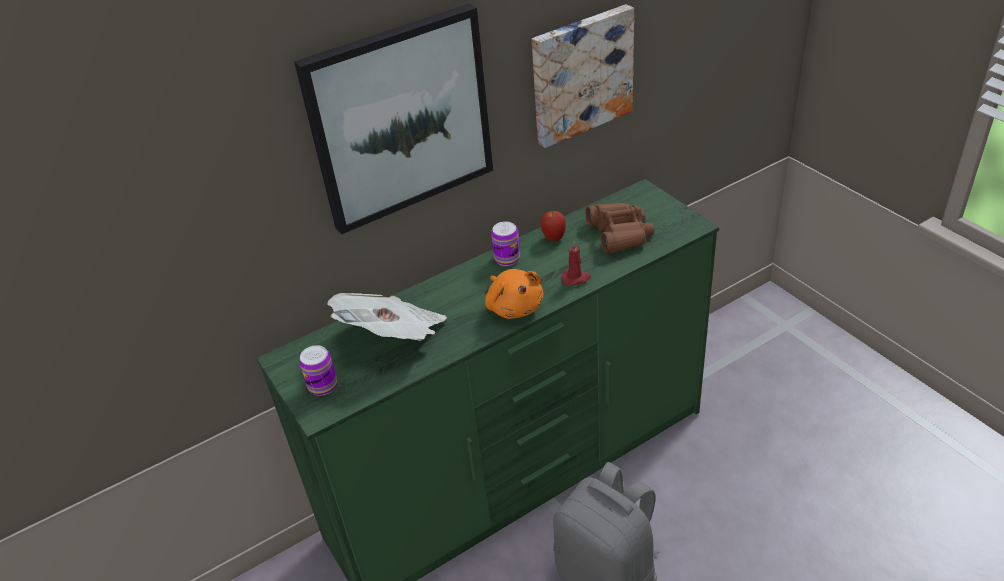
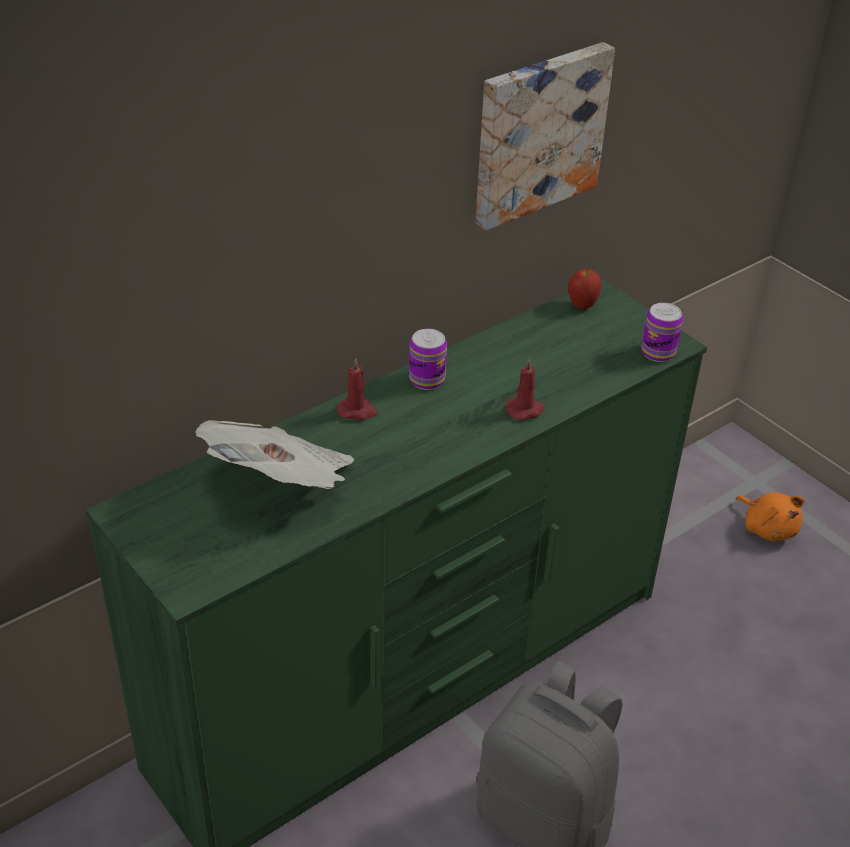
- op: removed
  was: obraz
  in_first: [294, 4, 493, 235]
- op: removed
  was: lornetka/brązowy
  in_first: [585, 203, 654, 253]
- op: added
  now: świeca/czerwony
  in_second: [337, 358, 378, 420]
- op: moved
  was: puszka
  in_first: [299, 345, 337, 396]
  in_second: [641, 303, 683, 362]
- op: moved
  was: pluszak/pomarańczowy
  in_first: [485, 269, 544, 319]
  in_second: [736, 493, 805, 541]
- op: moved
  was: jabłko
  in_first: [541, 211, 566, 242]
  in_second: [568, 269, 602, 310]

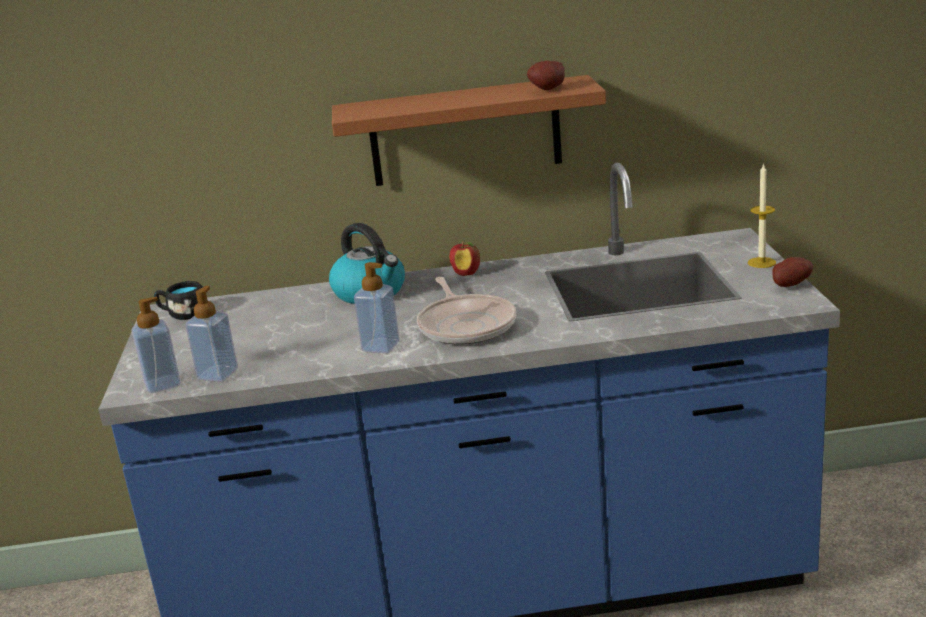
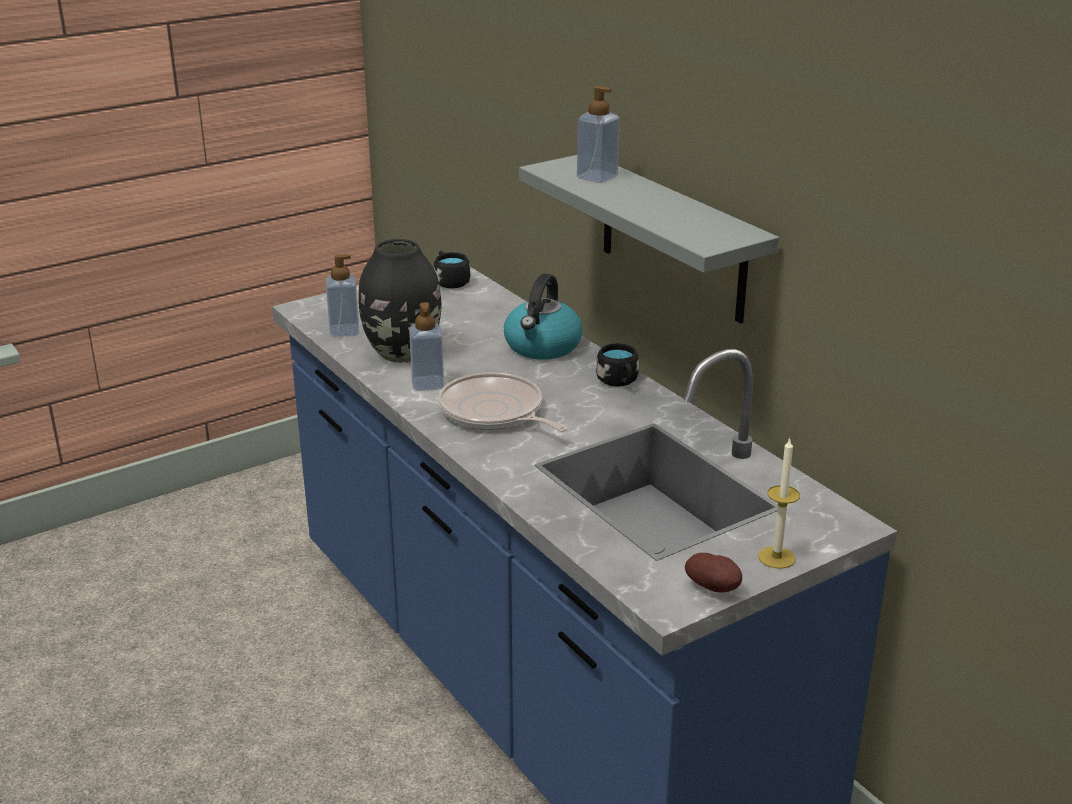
- op: removed
  was: ziemniak
  in_first: [527, 61, 565, 90]
- op: added
  now: wazon/czarny
  in_second: [358, 239, 441, 363]
- op: moved
  was: dozownik mydła
  in_first: [131, 297, 181, 393]
  in_second: [577, 86, 620, 183]
- op: replaced
  was: jabłko
  now: kubek/czarny
  in_first: [449, 241, 480, 276]
  in_second: [596, 343, 639, 387]
- op: recoloured
  was: półka/brązowy
  now: półka/szary
  in_first: [332, 75, 606, 186]
  in_second: [519, 155, 779, 323]
- op: turned
  was: patelnia
  in_first: [417, 277, 516, 344]
  in_second: [438, 372, 567, 432]
  clockwise: 90

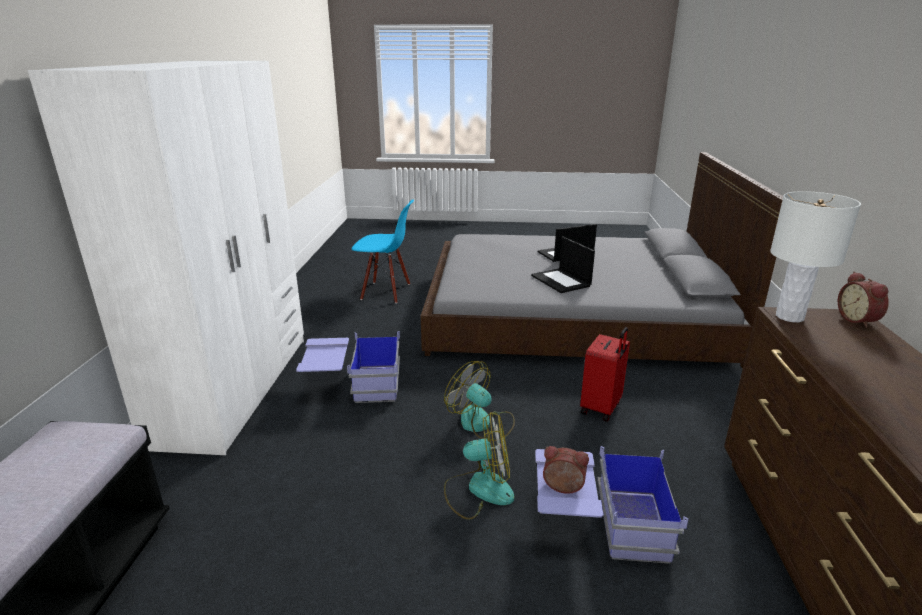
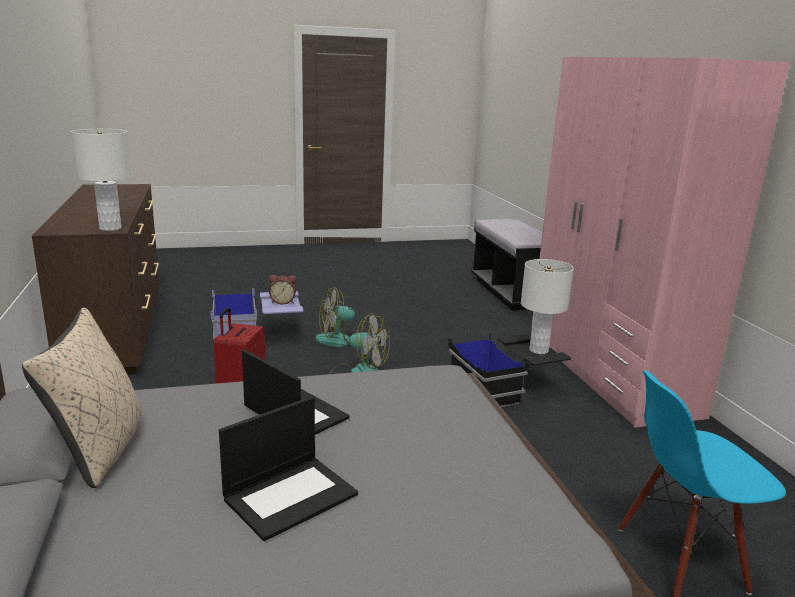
- op: removed
  was: budzik
  in_first: [838, 272, 889, 328]
- op: added
  now: poduszka/beżowy
  in_second: [22, 308, 141, 488]
- op: added
  now: lampa stołowa/biały
  in_second: [521, 259, 574, 354]
- op: recoloured
  was: szafa/biały
  now: szafa/różowy
  in_first: [27, 61, 304, 455]
  in_second: [531, 57, 790, 428]
- op: recoloured
  was: pojemnik do przechowywania/niebieski
  now: pojemnik do przechowywania/czarny
  in_first: [296, 331, 400, 403]
  in_second: [448, 333, 571, 407]

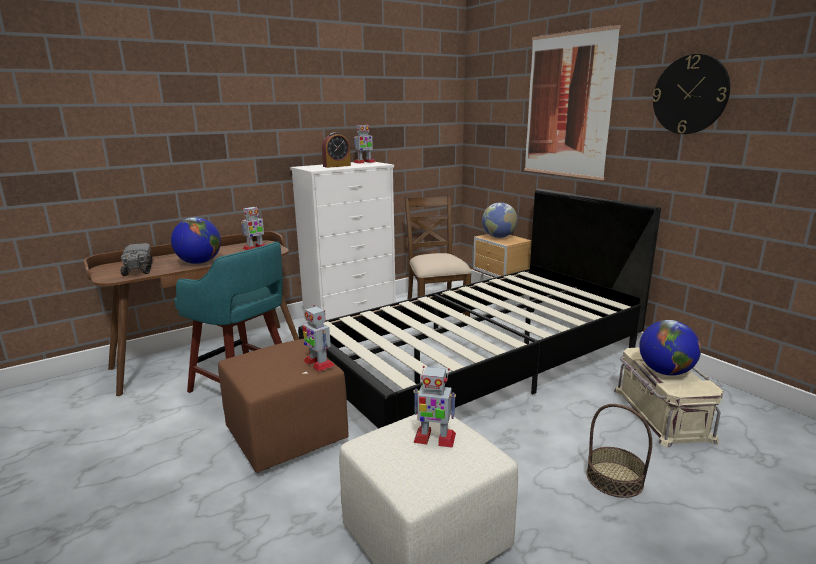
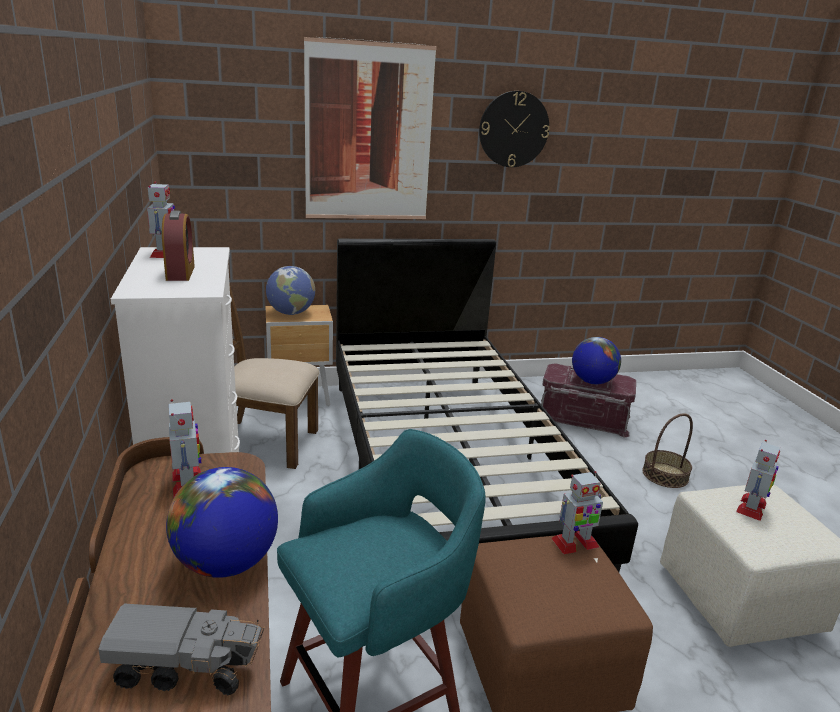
- op: recoloured
  was: pojemnik do przechowywania/beżowy
  now: pojemnik do przechowywania/czerwony
  in_first: [614, 347, 723, 447]
  in_second: [541, 363, 636, 438]

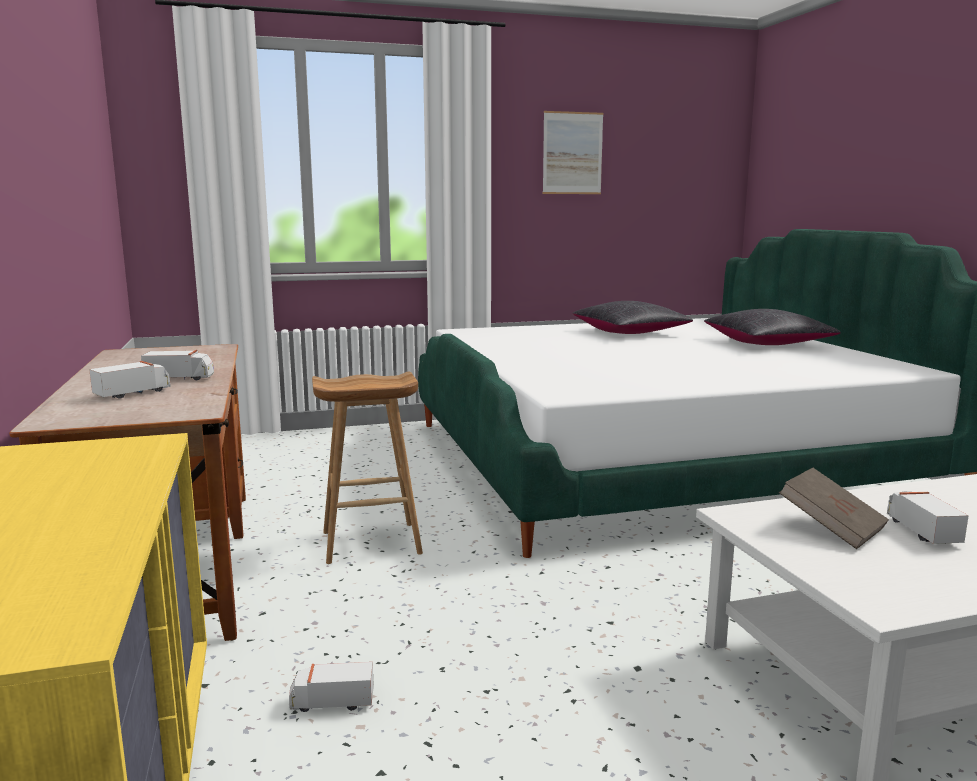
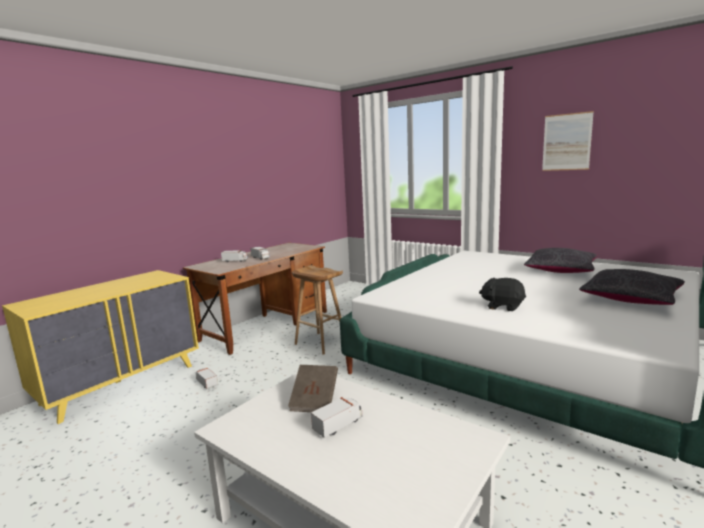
- op: added
  now: pluszak/czarny
  in_second: [479, 278, 526, 311]

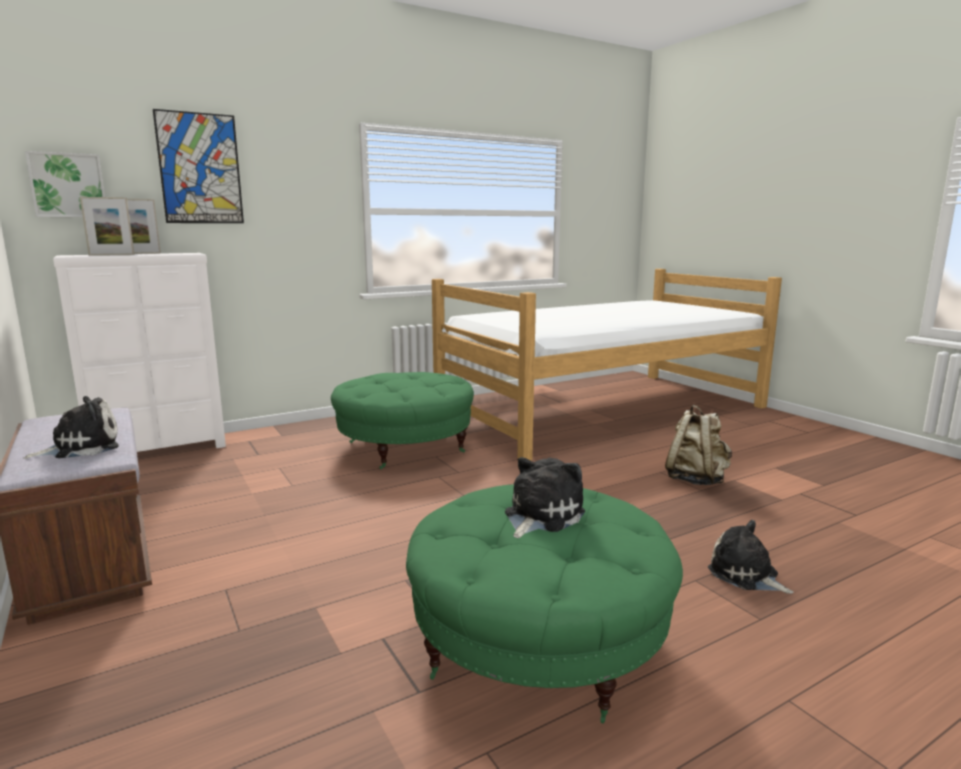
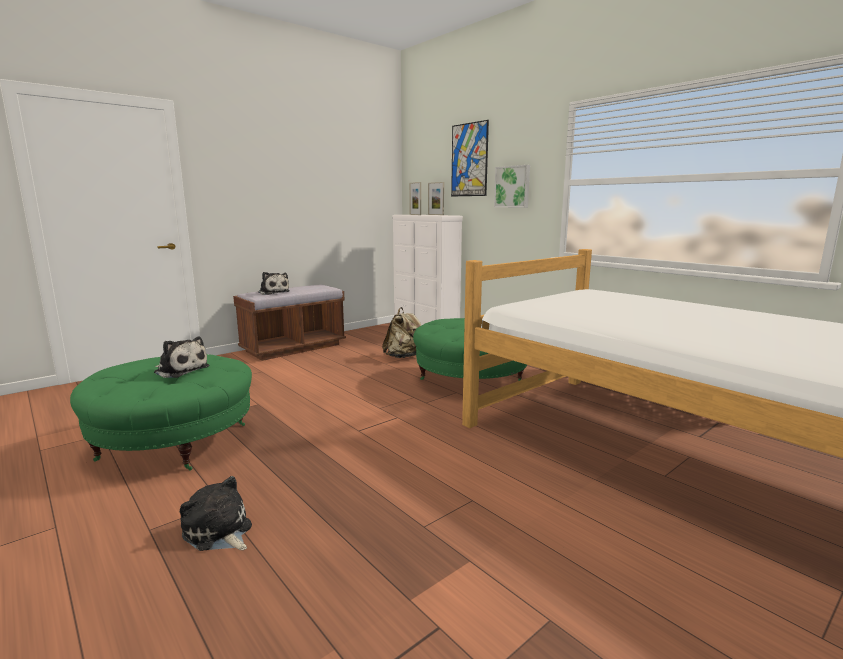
- op: moved
  was: obraz
  in_first: [25, 151, 105, 217]
  in_second: [494, 165, 530, 208]
- op: moved
  was: plecak/beżowy
  in_first: [665, 405, 732, 485]
  in_second: [382, 307, 421, 358]
- op: turned
  was: pluszak
  in_first: [708, 520, 793, 594]
  in_second: [180, 476, 252, 551]
  clockwise: -90

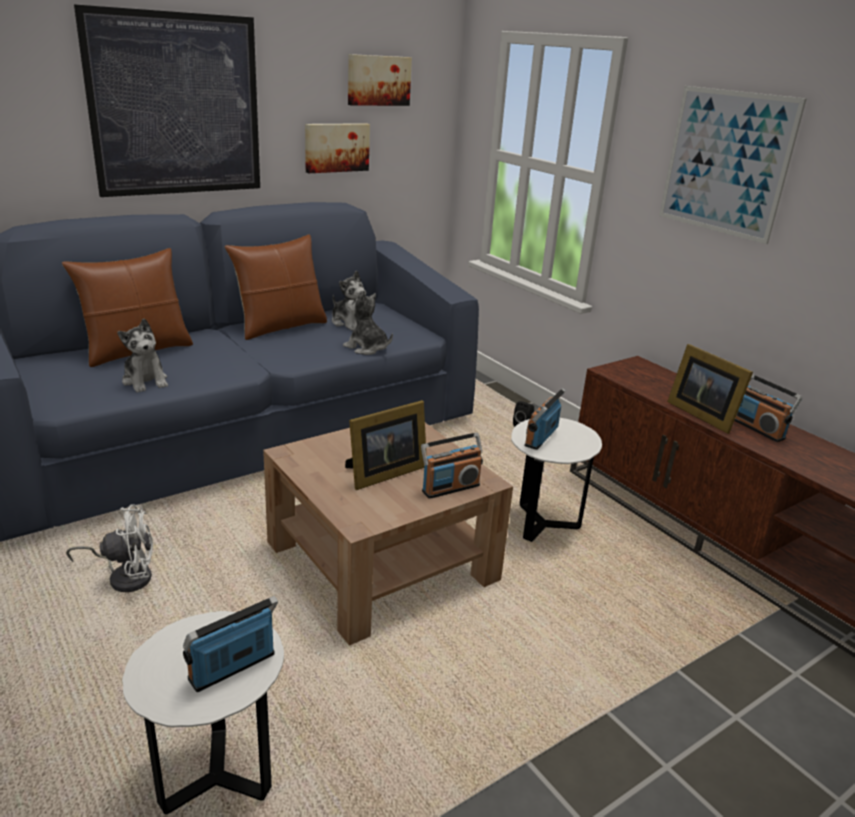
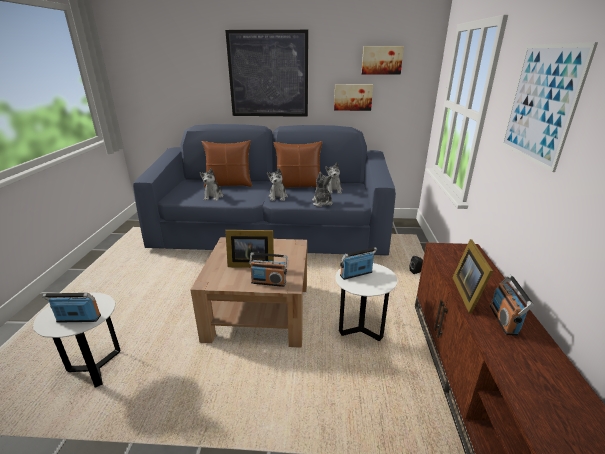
- op: removed
  was: wentylator/biały
  in_first: [66, 504, 153, 592]
- op: added
  now: pluszak
  in_second: [267, 168, 288, 201]

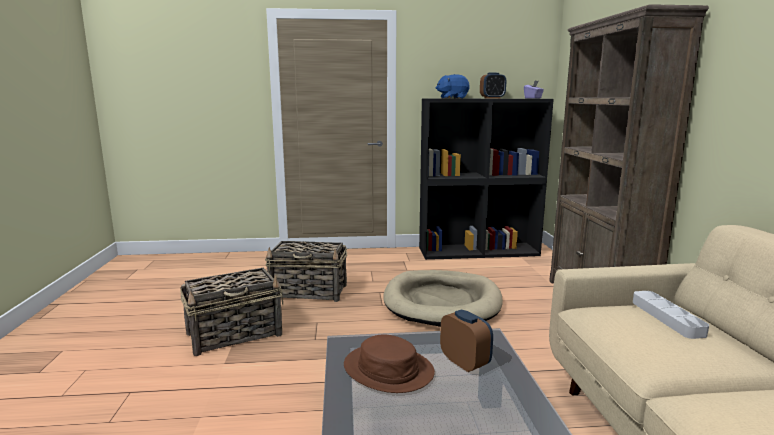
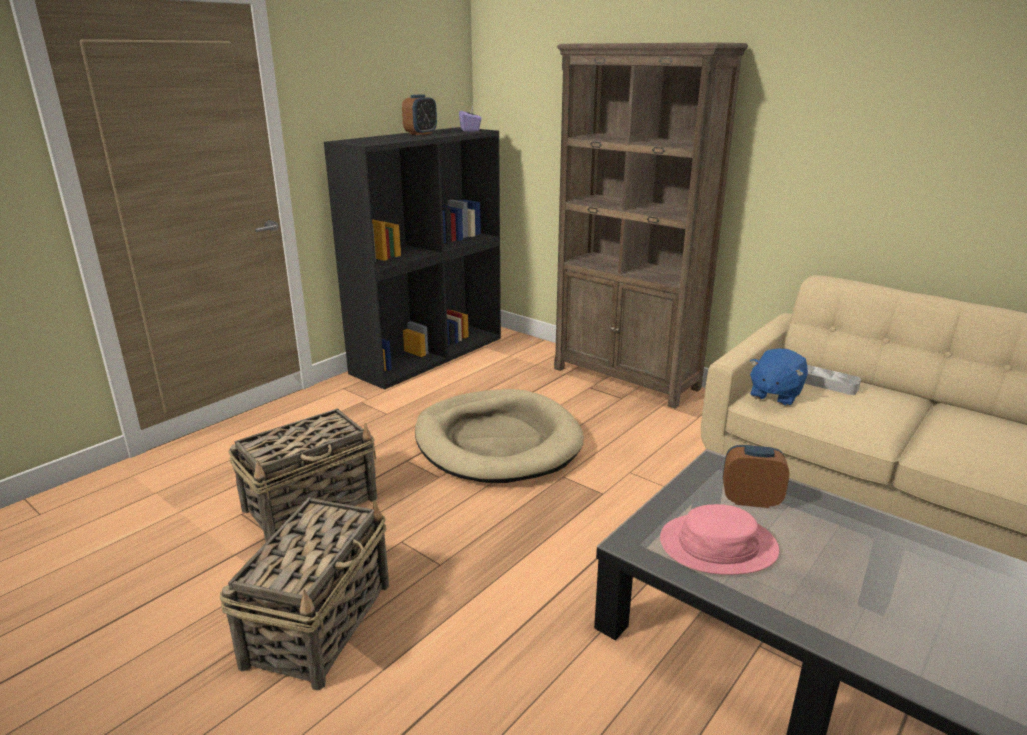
- op: moved
  was: pluszak/niebieski
  in_first: [436, 74, 470, 99]
  in_second: [749, 348, 808, 406]
- op: recoloured
  was: kapelusz/brązowy
  now: kapelusz/różowy
  in_first: [344, 335, 435, 393]
  in_second: [660, 504, 779, 575]

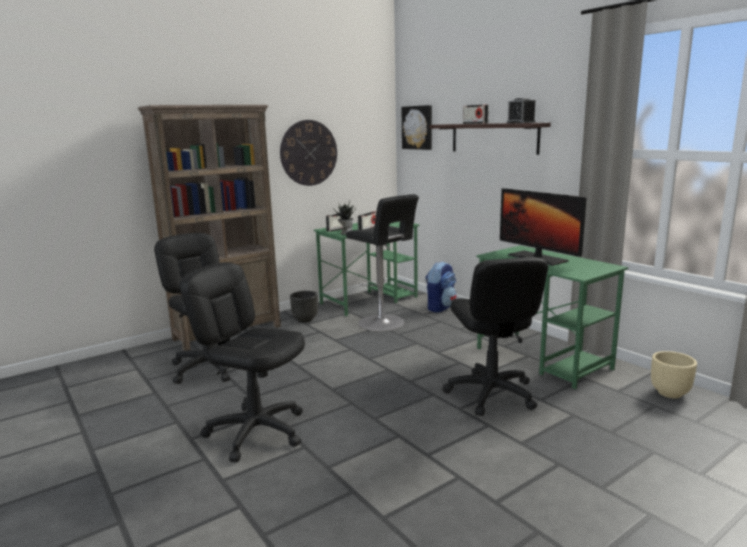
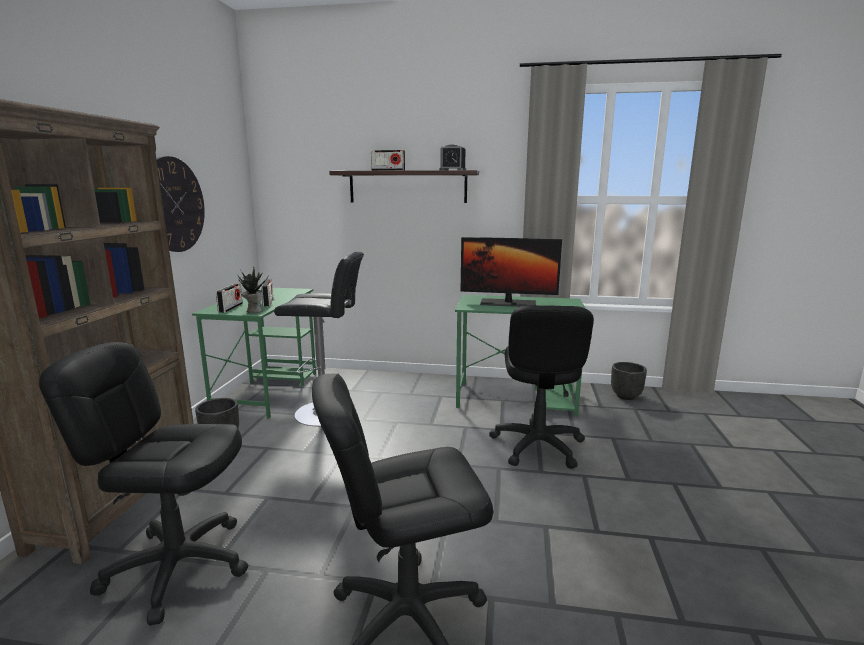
- op: removed
  was: obraz
  in_first: [402, 105, 432, 150]
- op: removed
  was: plecak
  in_first: [425, 261, 457, 313]
- op: recoloured
  was: donica/beżowy
  now: donica/czarny
  in_first: [651, 351, 697, 398]
  in_second: [611, 362, 647, 400]
- op: turned
  was: krzesło biurowe/czarny
  in_first: [442, 257, 548, 416]
  in_second: [489, 305, 594, 469]
  clockwise: 60

